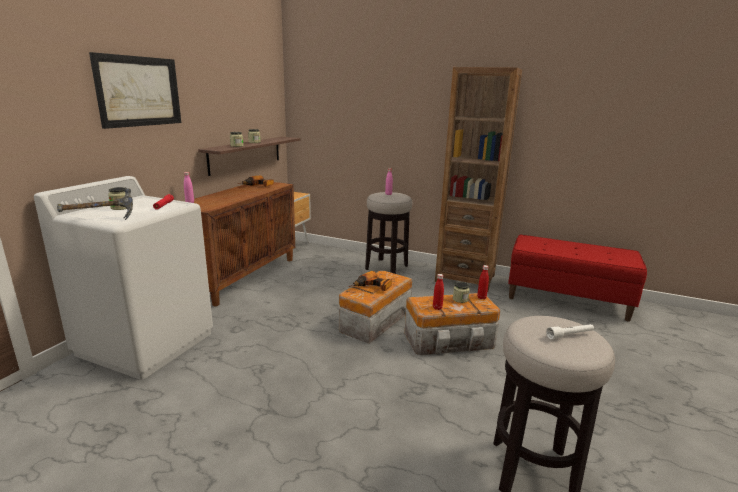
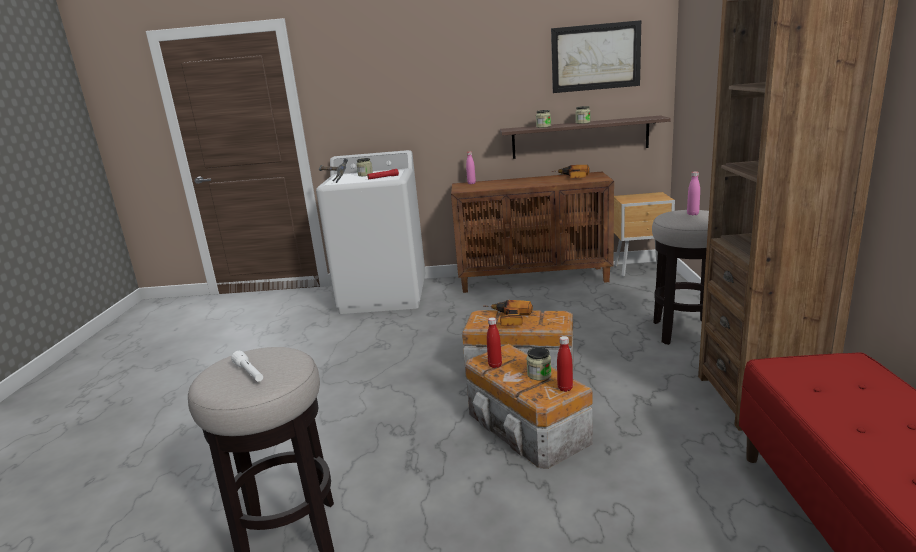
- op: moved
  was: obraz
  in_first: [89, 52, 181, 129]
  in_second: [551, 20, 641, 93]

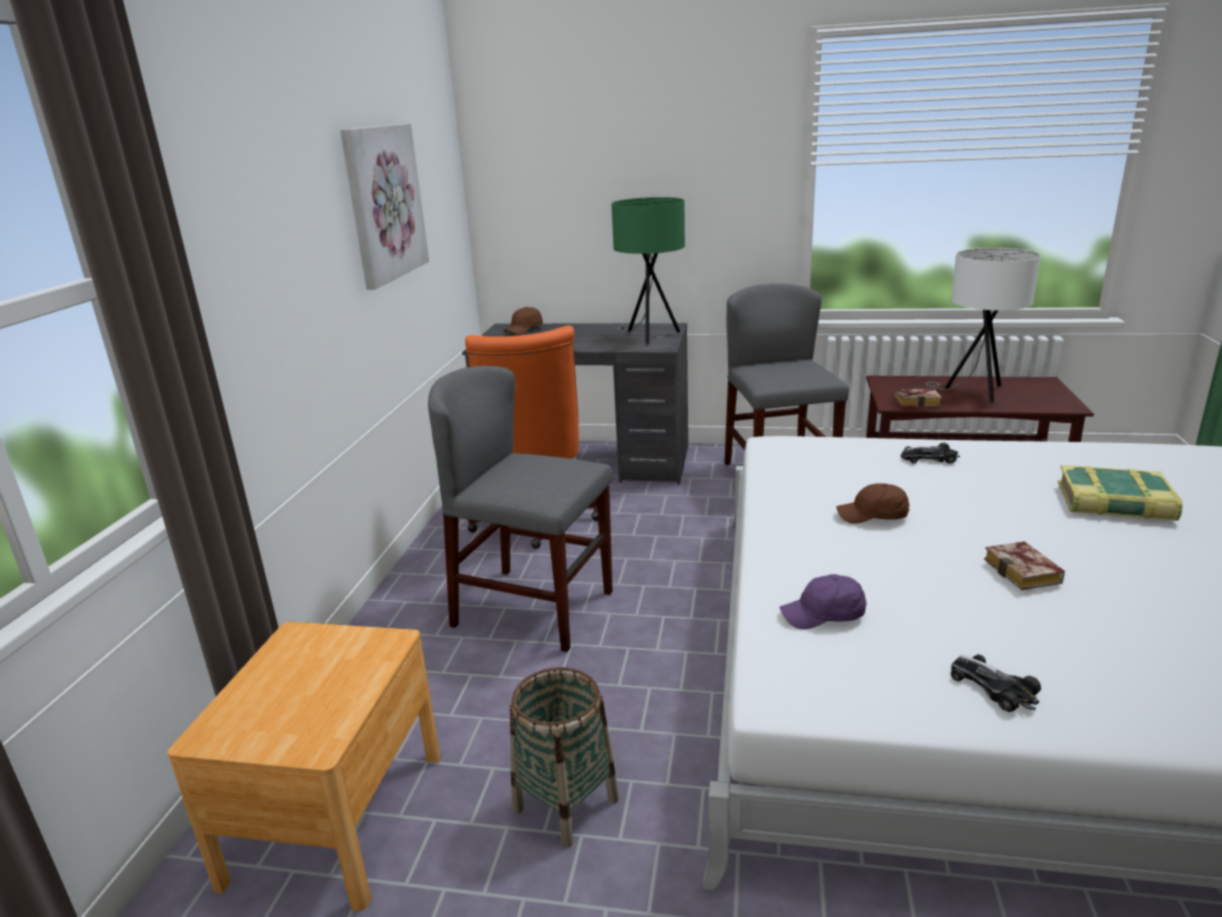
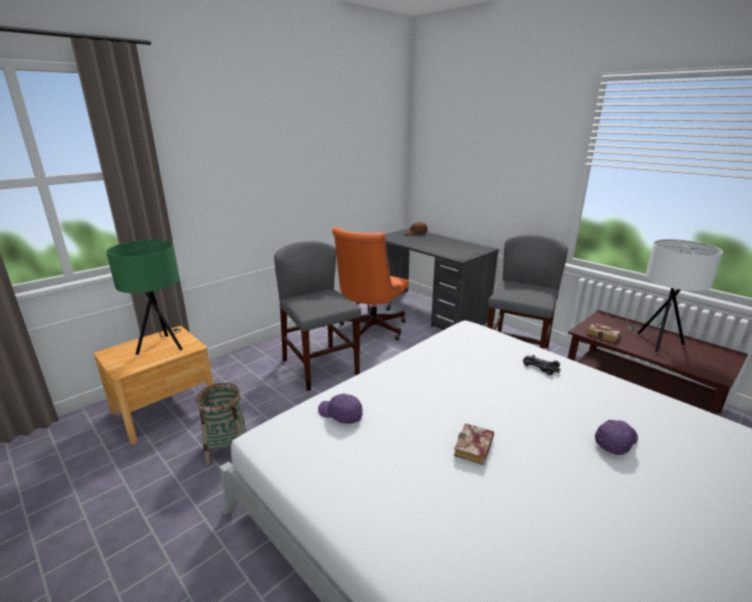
- op: removed
  was: obraz
  in_first: [340, 124, 429, 290]
- op: removed
  was: czapka z daszkiem/brązowy
  in_first: [836, 484, 909, 524]
- op: removed
  was: samochodzik
  in_first: [951, 654, 1041, 712]
- op: moved
  was: lampa stołowa/zielony
  in_first: [611, 197, 685, 344]
  in_second: [106, 239, 183, 355]
- op: replaced
  was: książka
  now: czapka z daszkiem/fioletowy
  in_first: [1058, 465, 1183, 521]
  in_second: [595, 420, 638, 455]

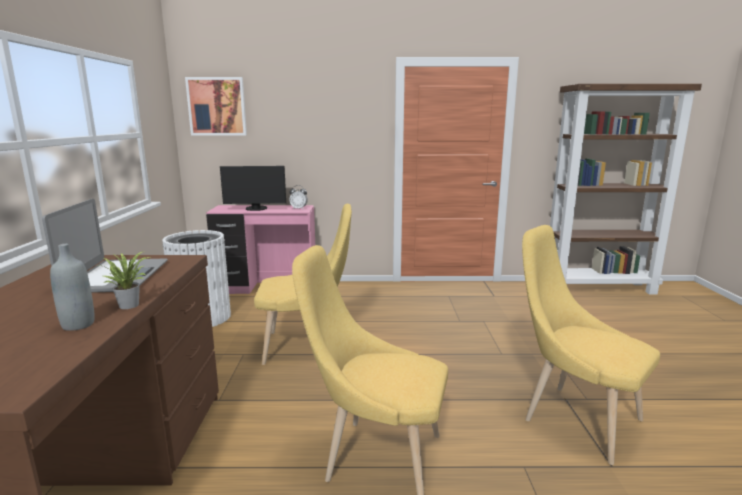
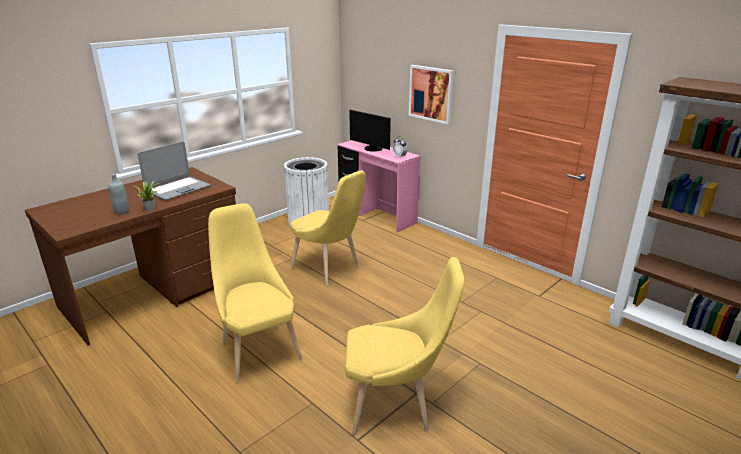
- op: moved
  was: obraz
  in_first: [185, 77, 247, 135]
  in_second: [409, 65, 454, 124]
- op: turned
  was: krzesło/żółty
  in_first: [522, 225, 660, 465]
  in_second: [345, 257, 464, 435]
  clockwise: 90

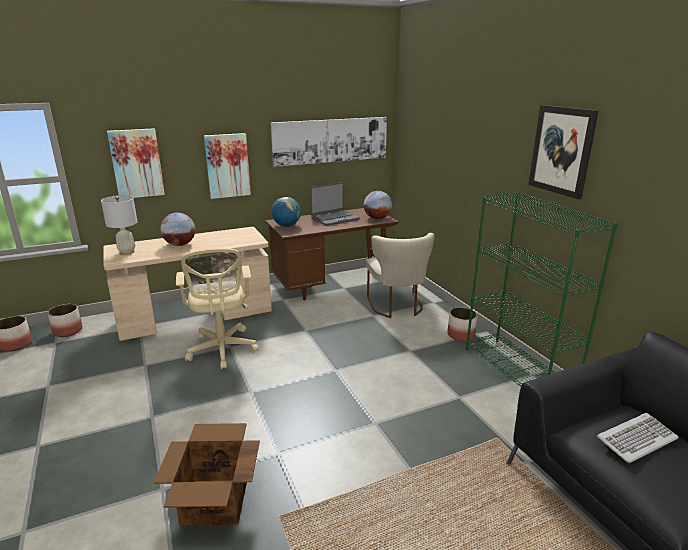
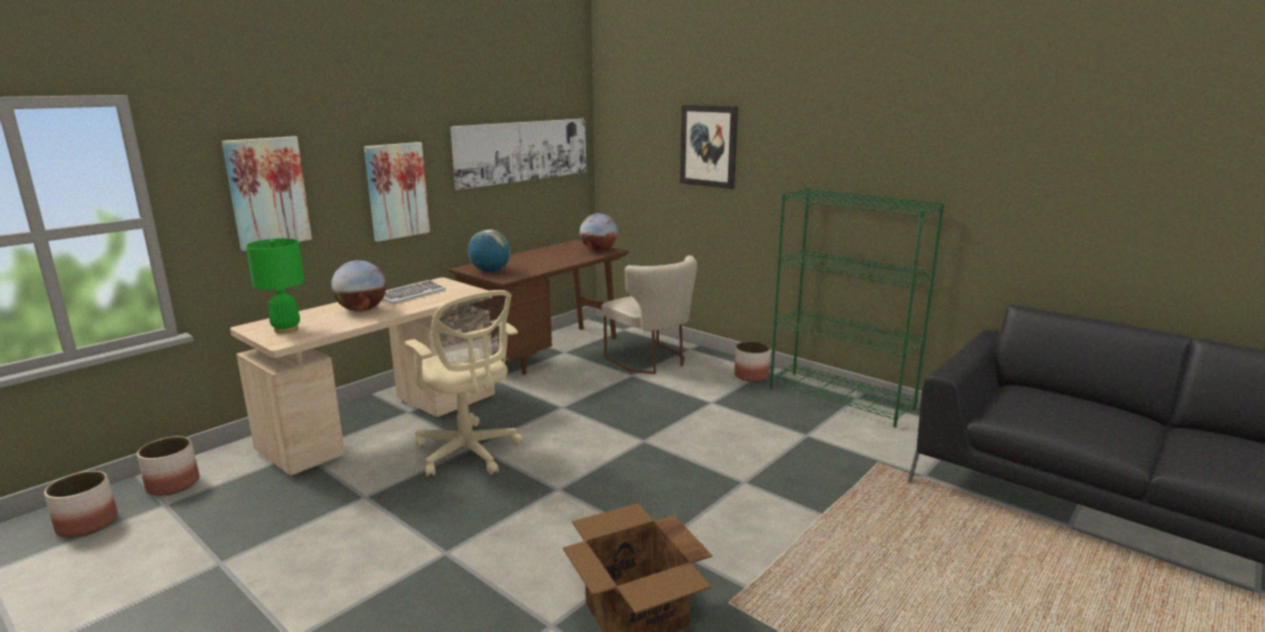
- op: removed
  was: laptop
  in_first: [310, 182, 360, 226]
- op: moved
  was: obraz
  in_first: [528, 105, 599, 200]
  in_second: [680, 105, 738, 189]
- op: moved
  was: klawiatura
  in_first: [597, 413, 679, 463]
  in_second: [383, 280, 446, 304]
- op: recoloured
  was: lampa stołowa/biały
  now: lampa stołowa/zielony
  in_first: [101, 195, 138, 255]
  in_second: [246, 238, 305, 334]

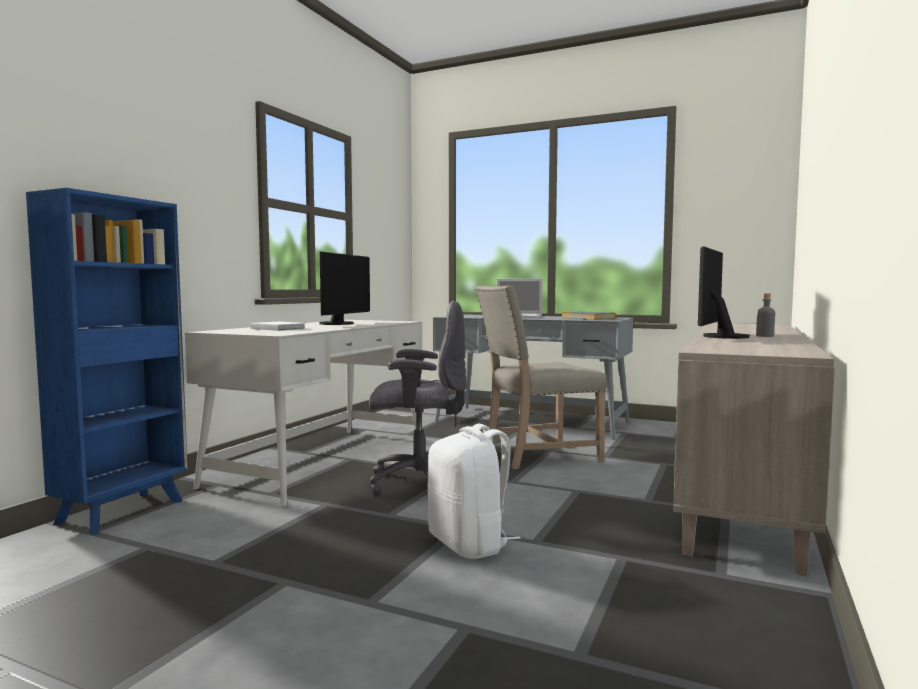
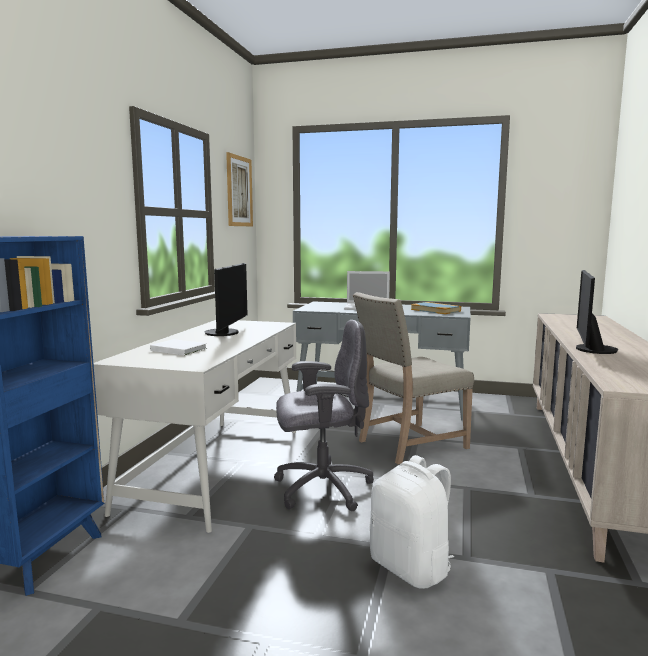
- op: removed
  was: butelka/szary
  in_first: [756, 293, 775, 337]
- op: added
  now: obraz
  in_second: [226, 152, 253, 226]

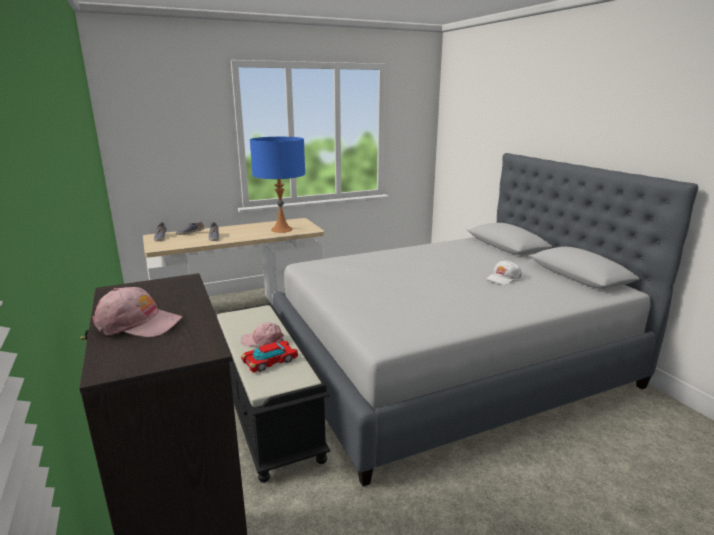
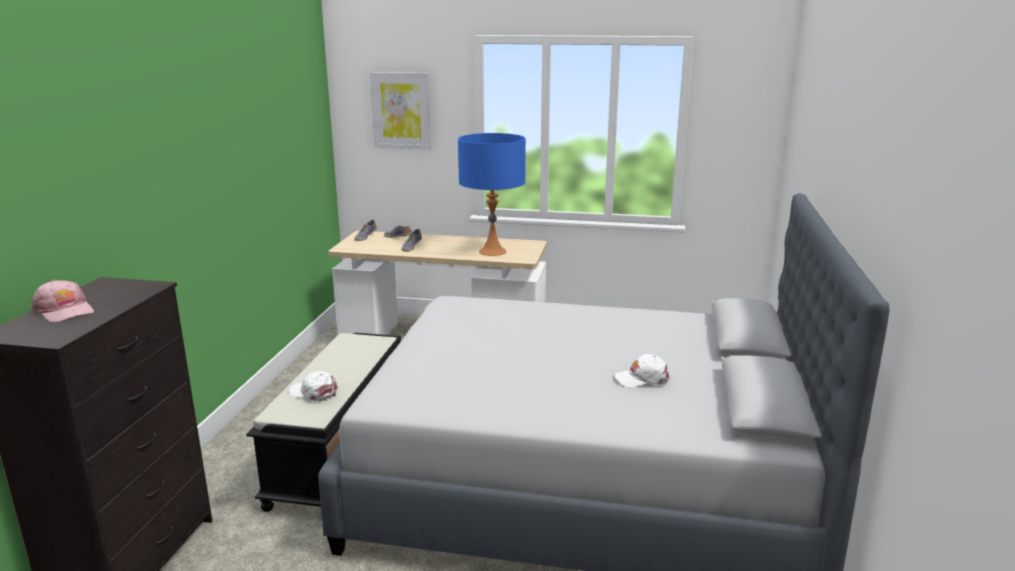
- op: removed
  was: czapka z daszkiem/różowy
  in_first: [241, 322, 284, 346]
- op: added
  now: obraz
  in_second: [370, 72, 432, 149]
- op: replaced
  was: samochodzik
  now: czapka z daszkiem/biały
  in_first: [241, 341, 298, 373]
  in_second: [289, 371, 338, 401]

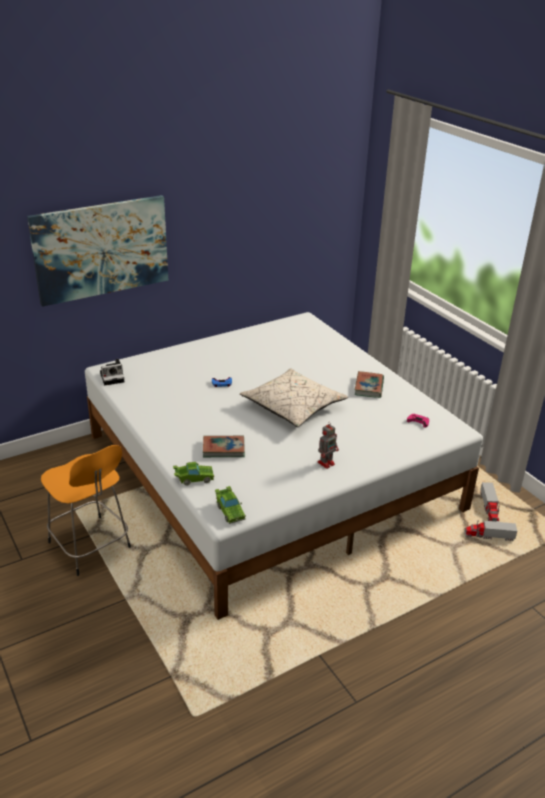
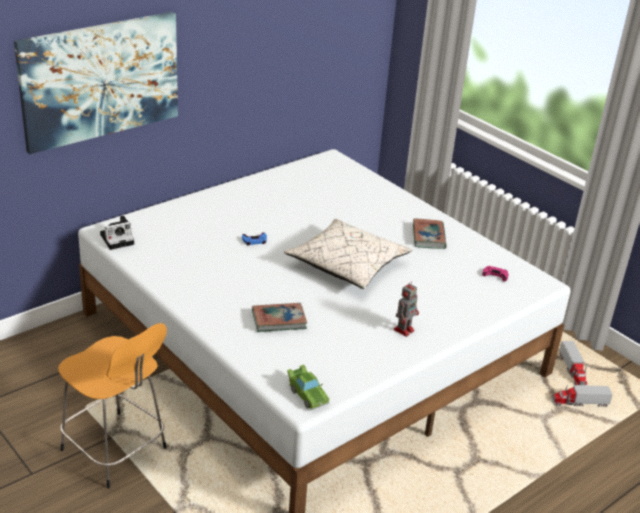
- op: removed
  was: samochodzik/zielony
  in_first: [173, 462, 214, 485]

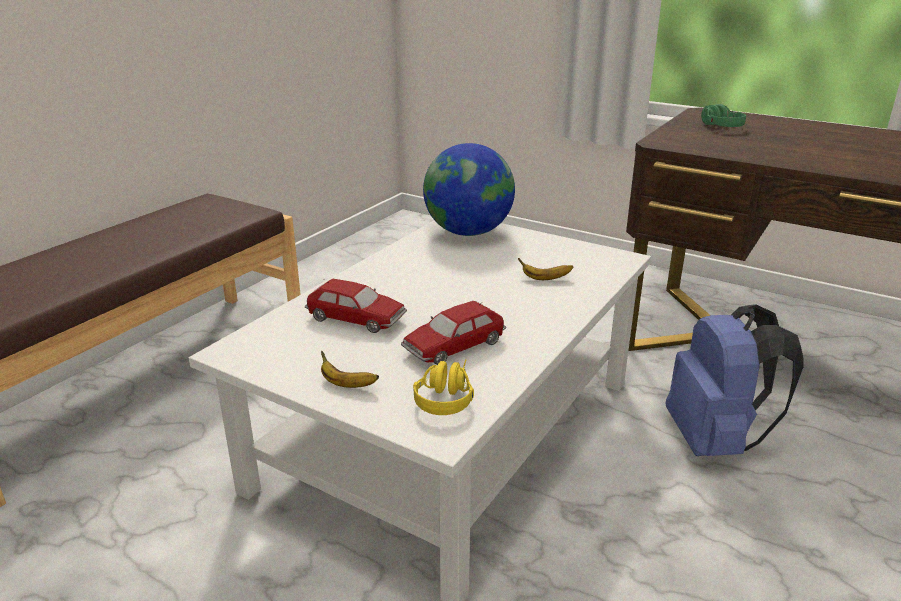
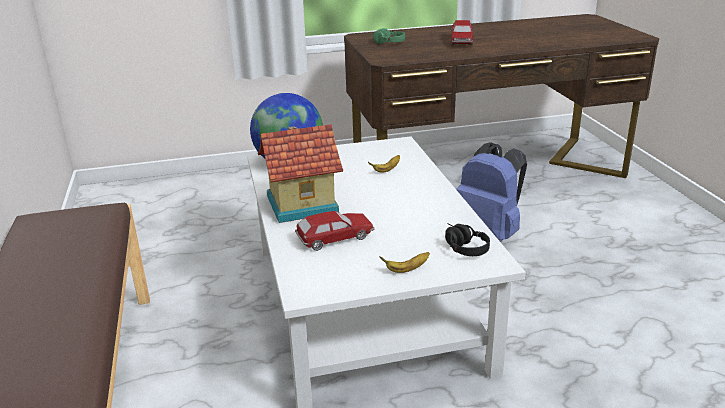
- op: added
  now: domek
  in_second: [258, 124, 343, 223]
- op: moved
  was: samochodzik
  in_first: [401, 301, 506, 365]
  in_second: [451, 20, 474, 46]
- op: recoloured
  was: słuchawki/żółty
  now: słuchawki/czarny
  in_first: [413, 359, 474, 415]
  in_second: [445, 223, 490, 256]

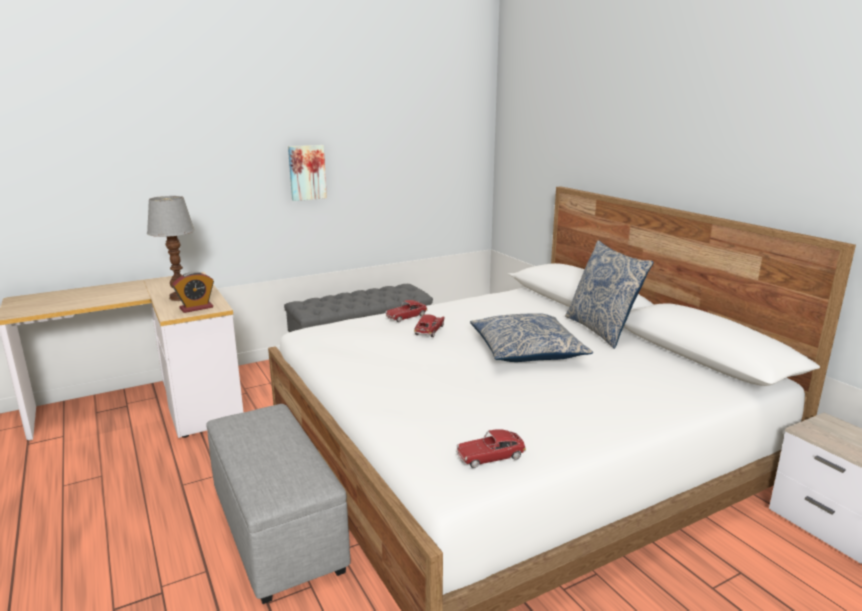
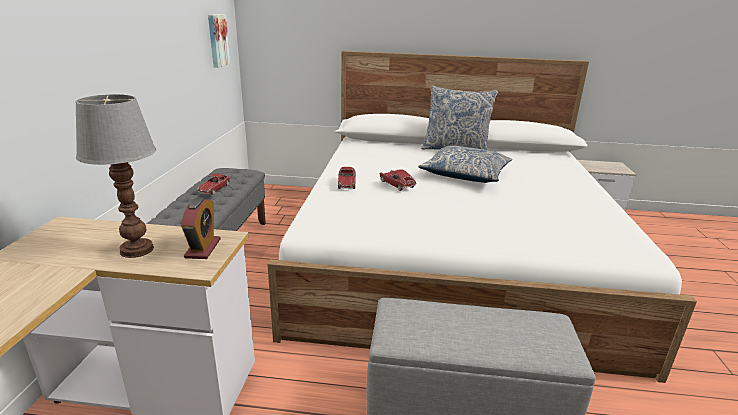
- op: moved
  was: obraz
  in_first: [288, 145, 327, 201]
  in_second: [208, 14, 231, 68]
- op: moved
  was: samochodzik
  in_first: [456, 429, 526, 468]
  in_second: [197, 174, 230, 195]

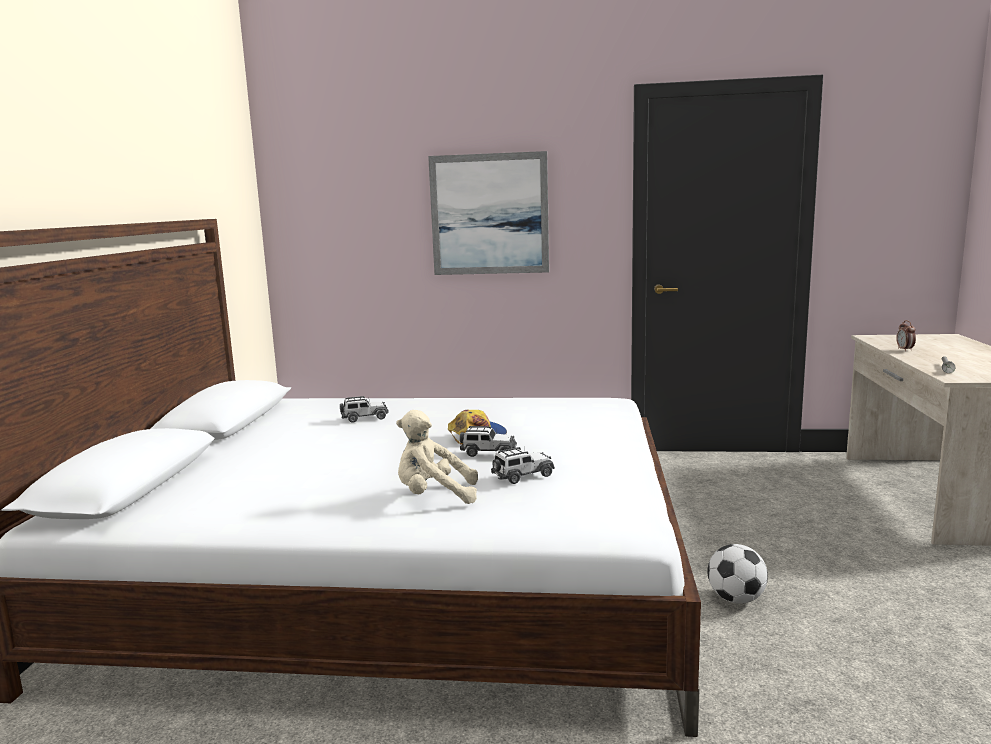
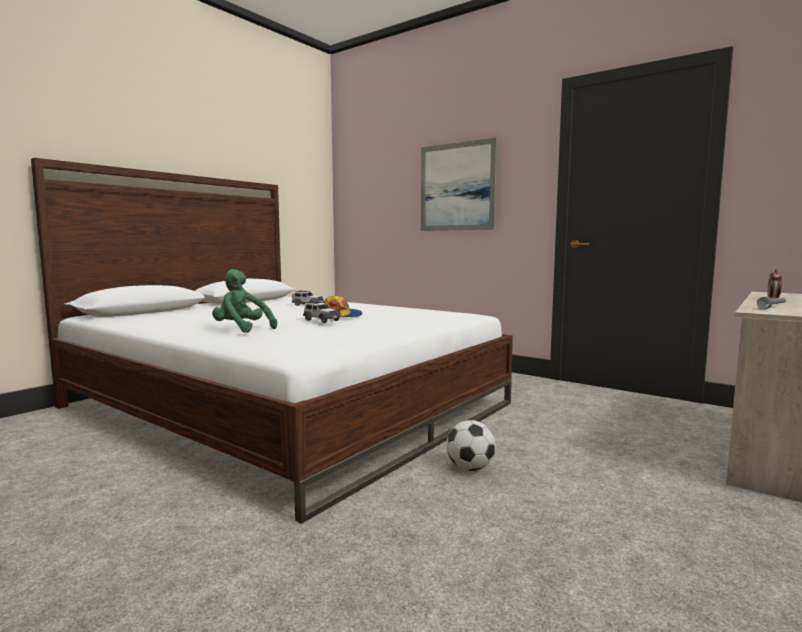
- op: removed
  was: samochodzik
  in_first: [491, 447, 555, 484]
- op: recoloured
  was: pluszak/beżowy
  now: pluszak/zielony
  in_first: [396, 410, 478, 504]
  in_second: [212, 269, 277, 333]

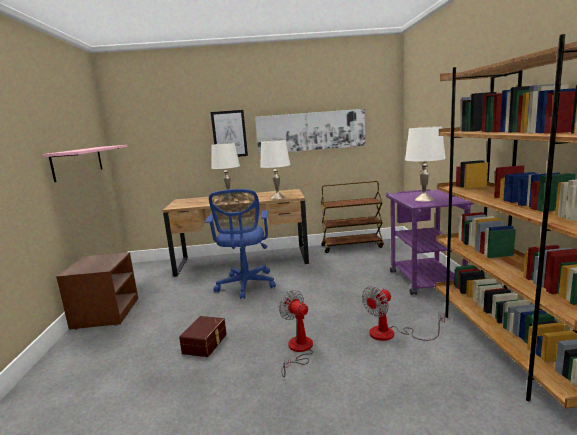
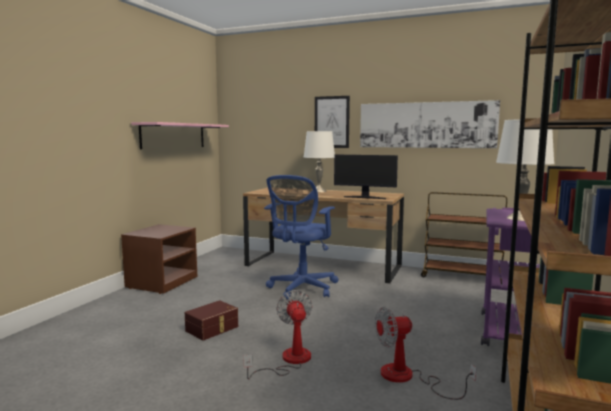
- op: replaced
  was: lampa stołowa/biały
  now: monitor
  in_first: [260, 140, 290, 199]
  in_second: [334, 155, 398, 199]

